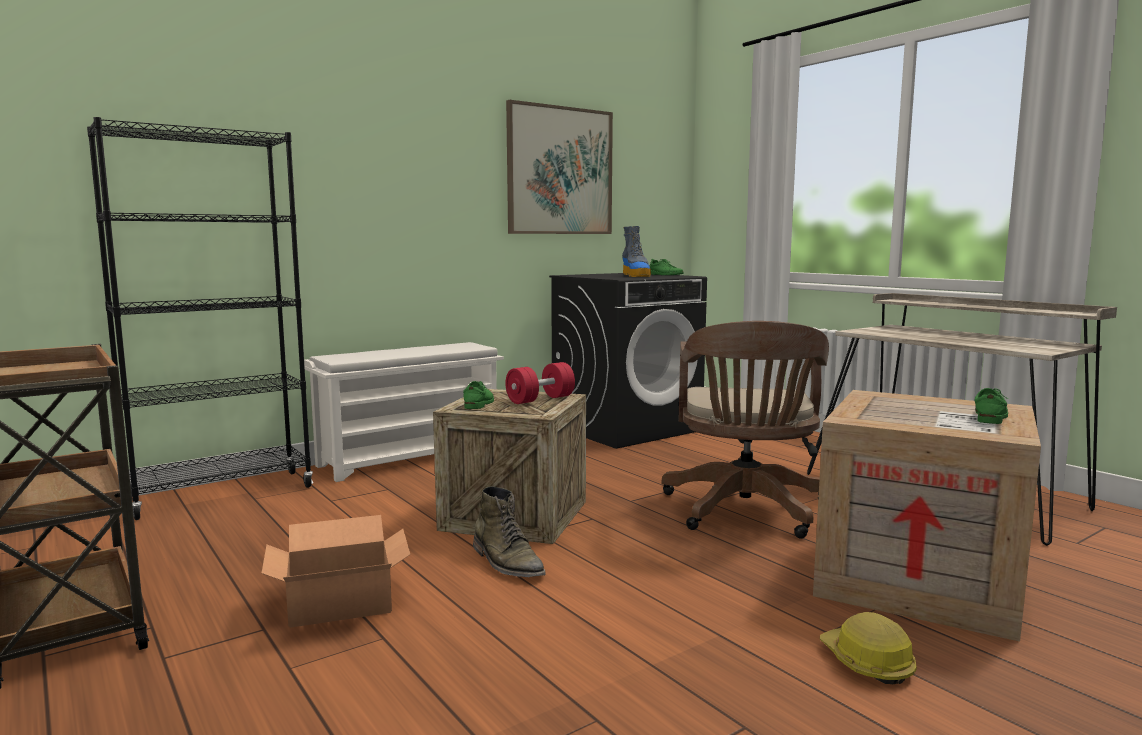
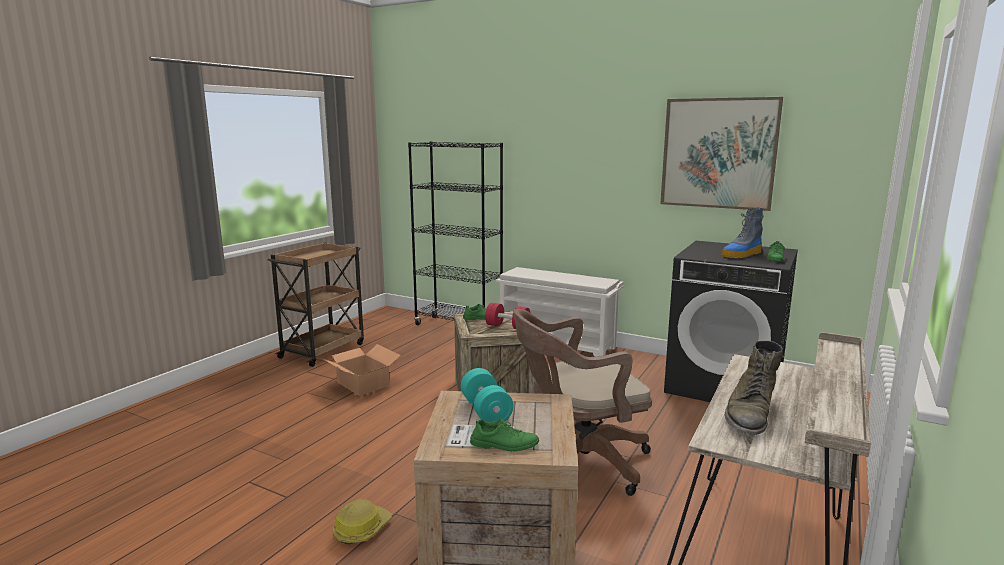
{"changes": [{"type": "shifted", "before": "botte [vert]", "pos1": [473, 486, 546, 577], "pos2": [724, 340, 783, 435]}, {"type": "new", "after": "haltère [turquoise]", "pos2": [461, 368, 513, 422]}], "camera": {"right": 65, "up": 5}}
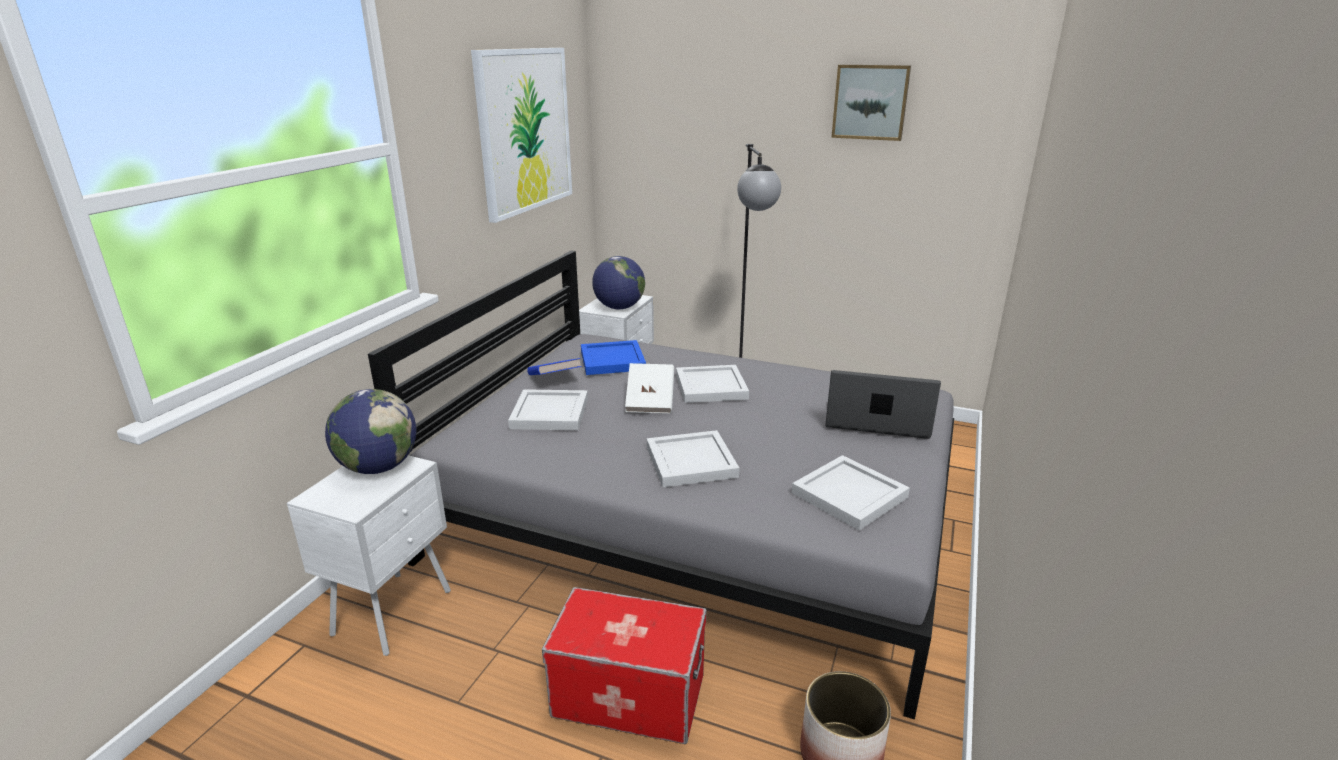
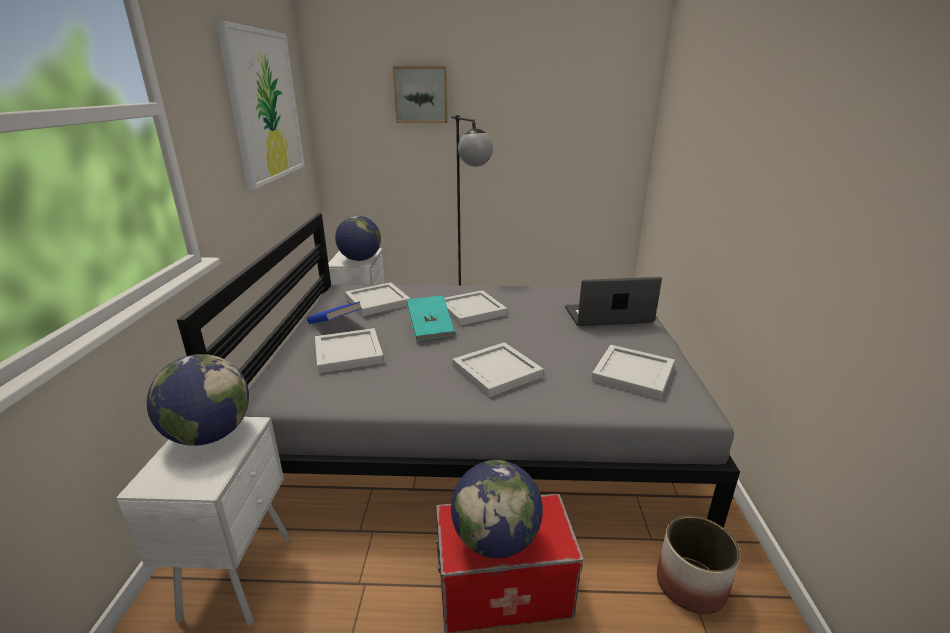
{"changes": [{"type": "shifted", "before": "tableau", "pos1": [831, 65, 911, 141], "pos2": [393, 66, 448, 123]}, {"type": "repainted", "before": "plateau [bleu]", "after": "plateau [blanc]", "pos1": [581, 340, 646, 375], "pos2": [345, 282, 411, 316]}, {"type": "repainted", "before": "livre [blanc]", "after": "livre [turquoise]", "pos1": [625, 363, 674, 414], "pos2": [406, 295, 455, 341]}, {"type": "new", "after": "globe", "pos2": [451, 460, 543, 558]}], "camera": {"right": -20, "up": 0}}
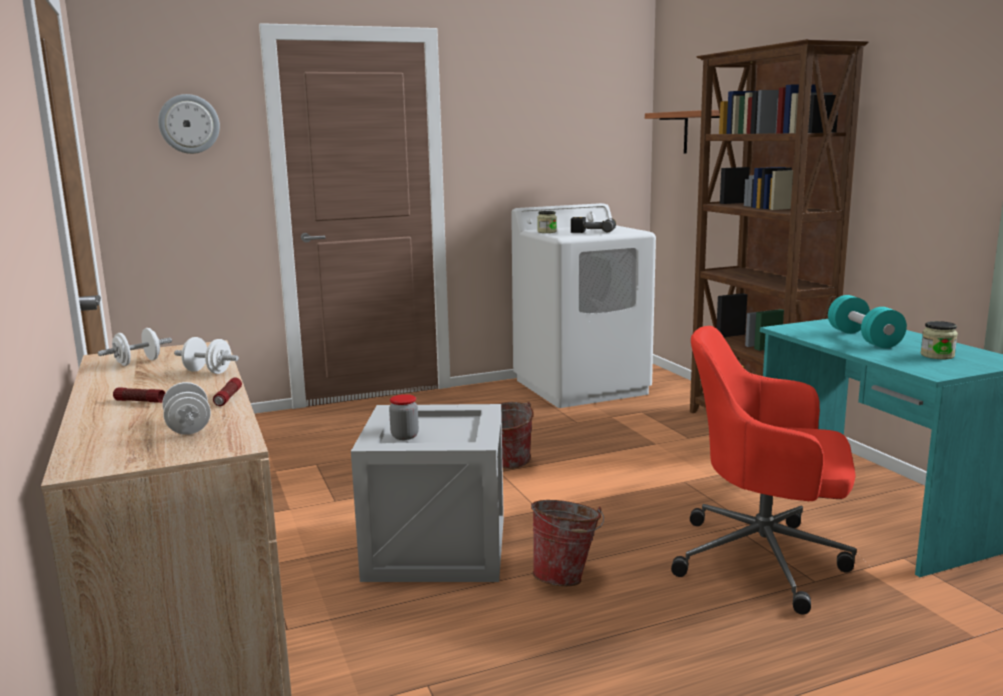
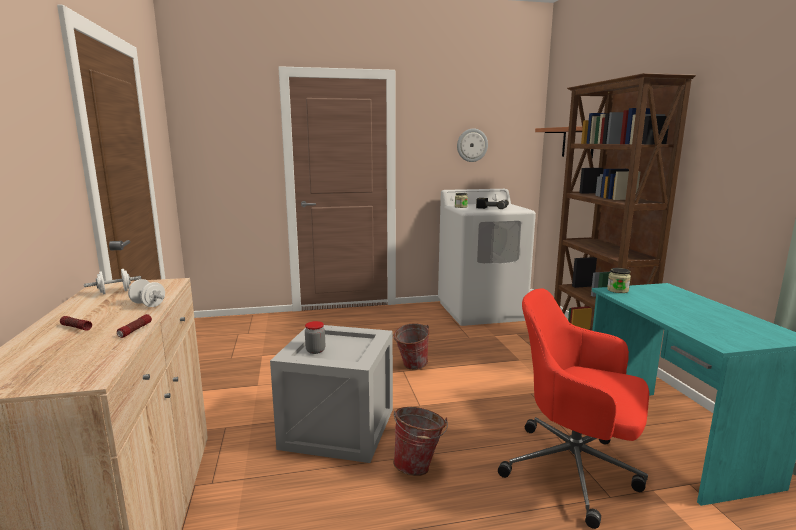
{"changes": [{"type": "shifted", "before": "horloge murale", "pos1": [158, 94, 220, 154], "pos2": [457, 128, 488, 162]}, {"type": "gone", "before": "haltère [turquoise]", "pos1": [828, 295, 907, 348]}, {"type": "shifted", "before": "bocal", "pos1": [920, 321, 958, 359], "pos2": [607, 268, 631, 293]}, {"type": "gone", "before": "haltère [blanc]", "pos1": [162, 382, 211, 435]}], "camera": {"right": 10, "up": 0}}
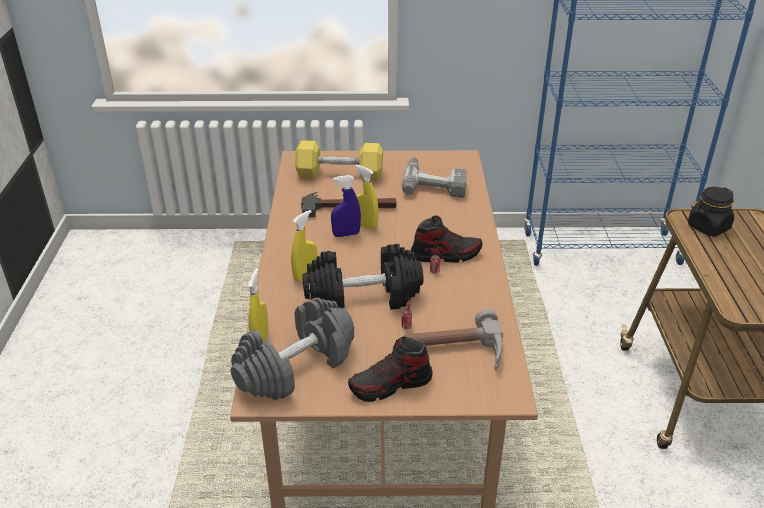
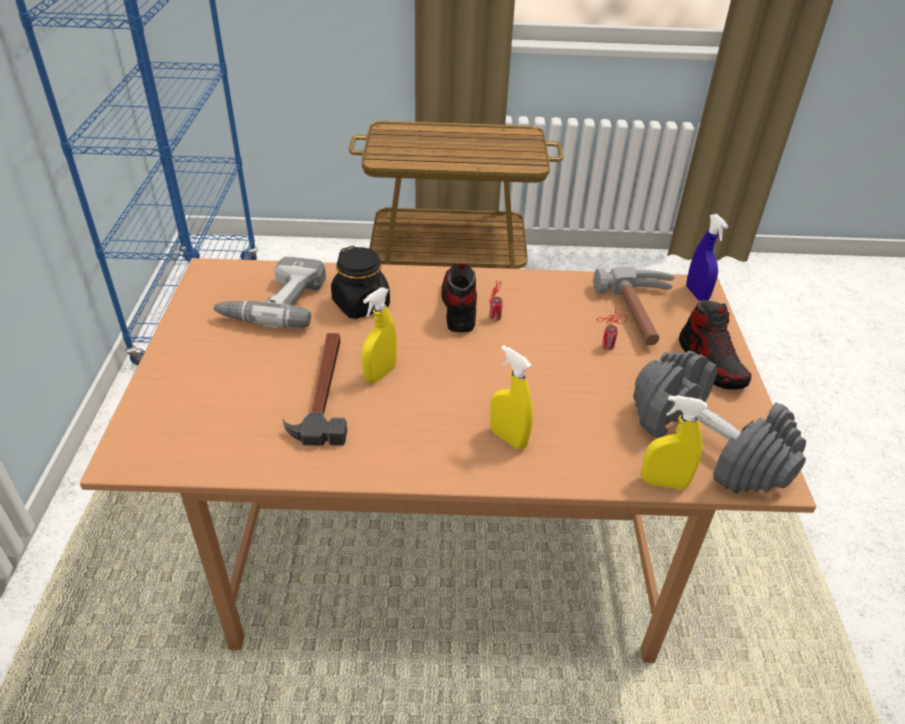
{"changes": [{"type": "gone", "before": "haltère [jaune]", "pos1": [295, 140, 383, 181]}, {"type": "shifted", "before": "vaporisateur [bleu]", "pos1": [331, 175, 361, 237], "pos2": [686, 214, 728, 301]}, {"type": "shifted", "before": "bocal [noir]", "pos1": [688, 187, 734, 237], "pos2": [331, 246, 390, 319]}, {"type": "gone", "before": "haltère [noir]", "pos1": [302, 244, 423, 310]}], "camera": {"right": -90, "up": 5}}
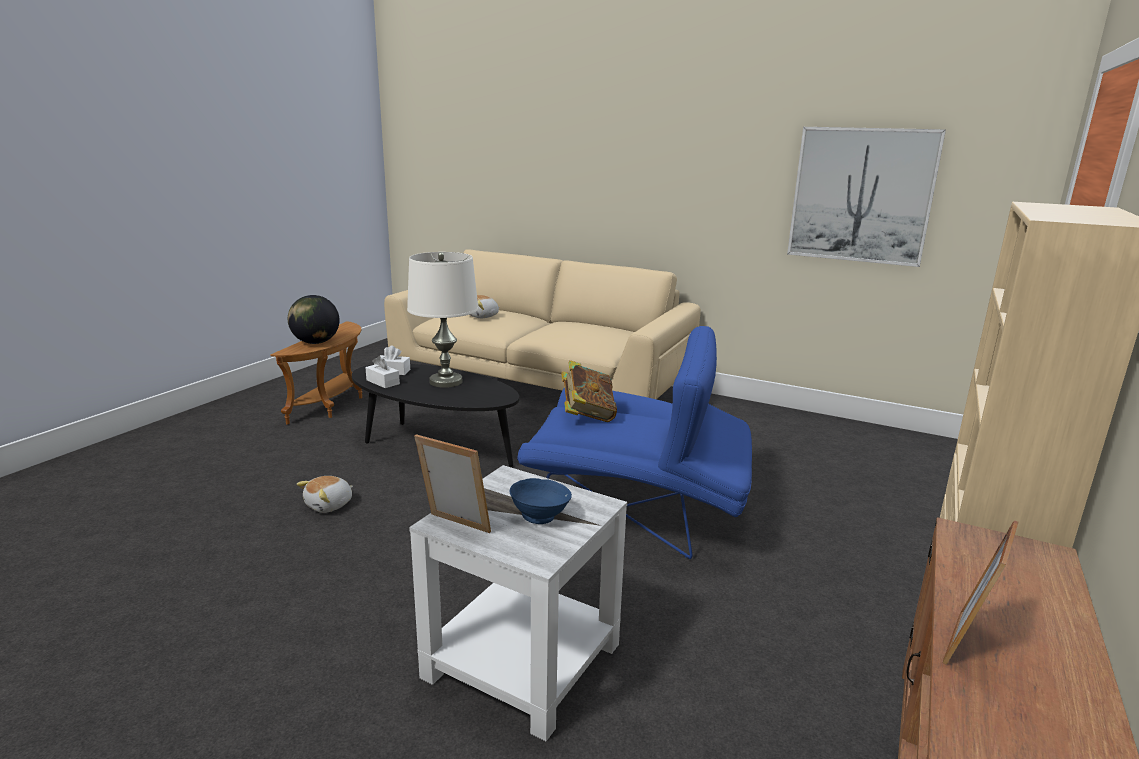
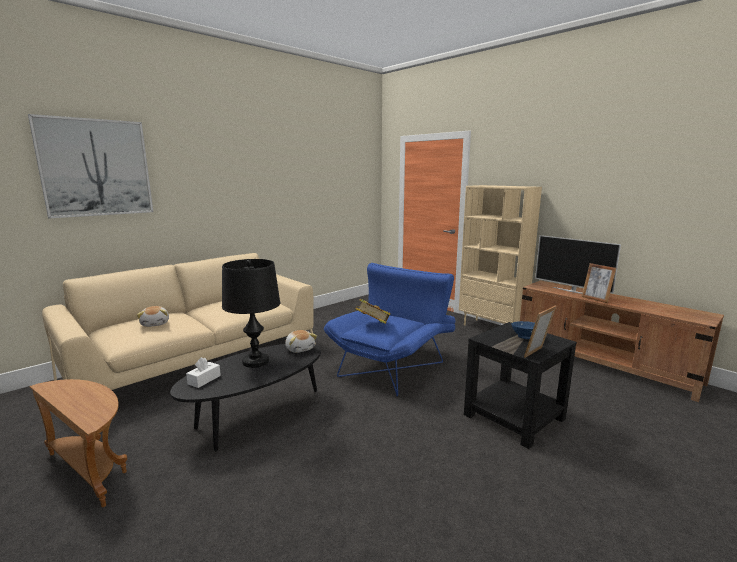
{"changes": [{"type": "shifted", "before": "tableau", "pos1": [787, 127, 946, 267], "pos2": [28, 114, 153, 218]}, {"type": "repainted", "before": "lampe de table [blanc]", "after": "lampe de table [noir]", "pos1": [407, 252, 479, 388], "pos2": [222, 259, 280, 368]}, {"type": "gone", "before": "globe", "pos1": [288, 295, 339, 344]}, {"type": "gone", "before": "boîte à mouchoirs [blanc]", "pos1": [365, 356, 400, 388]}, {"type": "repainted", "before": "table d'appoint [blanc]", "after": "table d'appoint [noir]", "pos1": [409, 465, 627, 741], "pos2": [464, 322, 577, 449]}, {"type": "shifted", "before": "peluche", "pos1": [297, 476, 353, 513], "pos2": [285, 330, 317, 353]}, {"type": "new", "after": "téléviseur", "pos2": [535, 235, 621, 294]}], "camera": {"right": -70, "up": -5}}
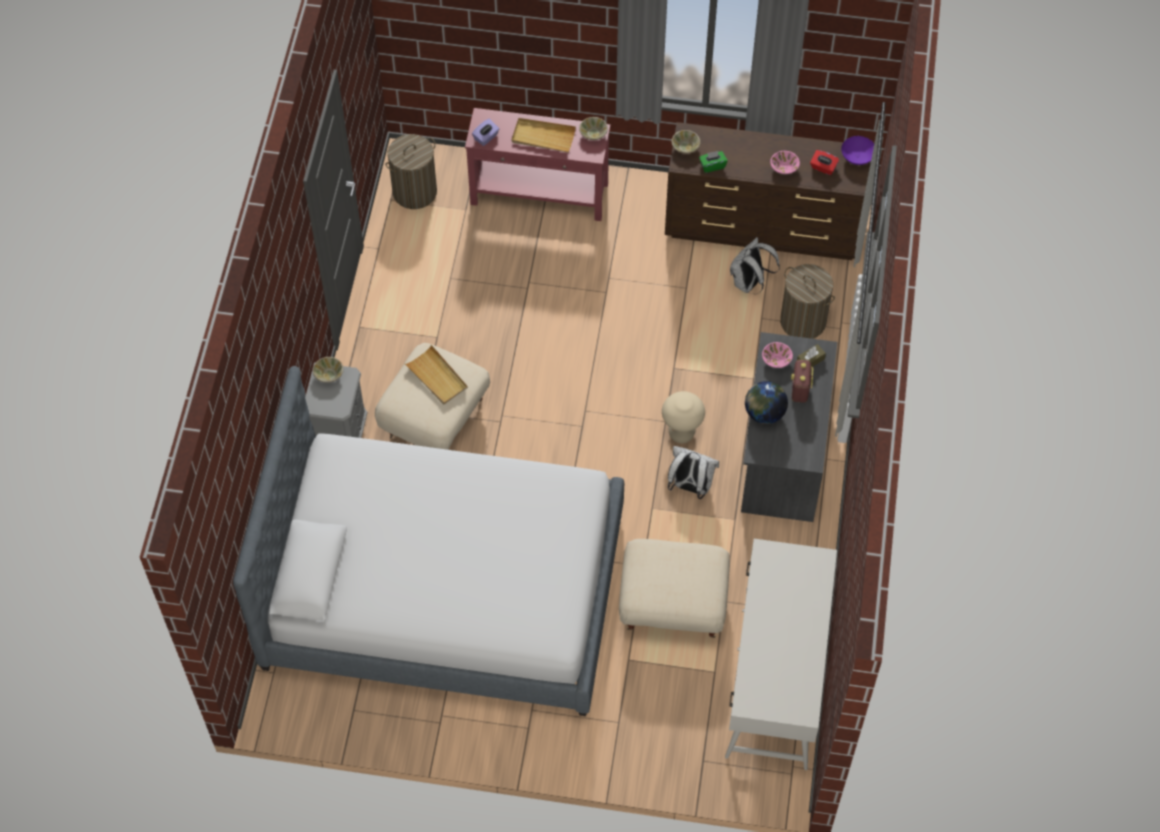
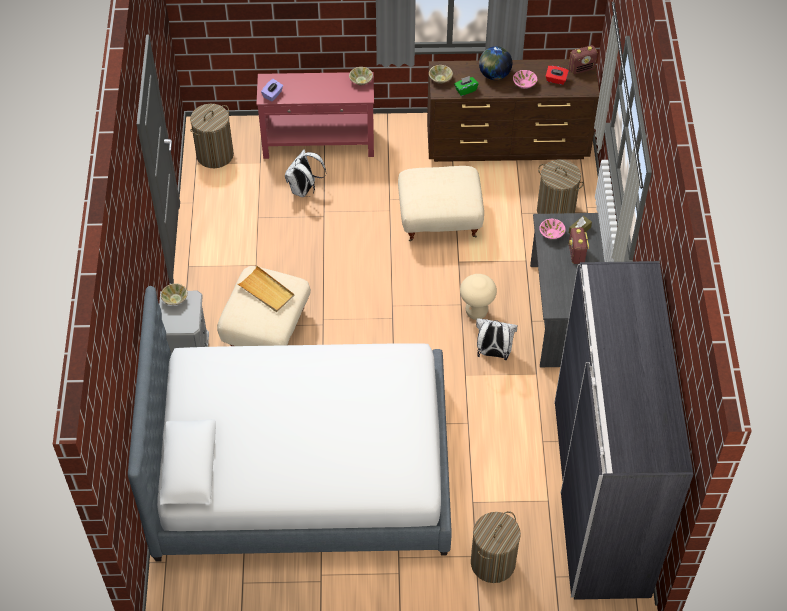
{"changes": [{"type": "gone", "before": "plateau [beige]", "pos1": [511, 118, 576, 153]}, {"type": "swapped", "before": "bol [violet]", "after": "radio", "pos1": [841, 136, 874, 165], "pos2": [569, 45, 598, 74]}, {"type": "shifted", "before": "sac à dos [blanc]", "pos1": [730, 237, 780, 294], "pos2": [285, 150, 326, 197]}, {"type": "shifted", "before": "globe", "pos1": [745, 381, 788, 424], "pos2": [479, 46, 512, 80]}, {"type": "shifted", "before": "pouf [beige]", "pos1": [619, 539, 730, 638], "pos2": [398, 166, 484, 241]}, {"type": "swapped", "before": "bureau [blanc]", "after": "armoire [gris]", "pos1": [725, 539, 837, 770], "pos2": [554, 261, 694, 600]}, {"type": "new", "after": "panier à linge", "pos2": [471, 511, 521, 583]}], "camera": {"right": -10, "up": -5}}
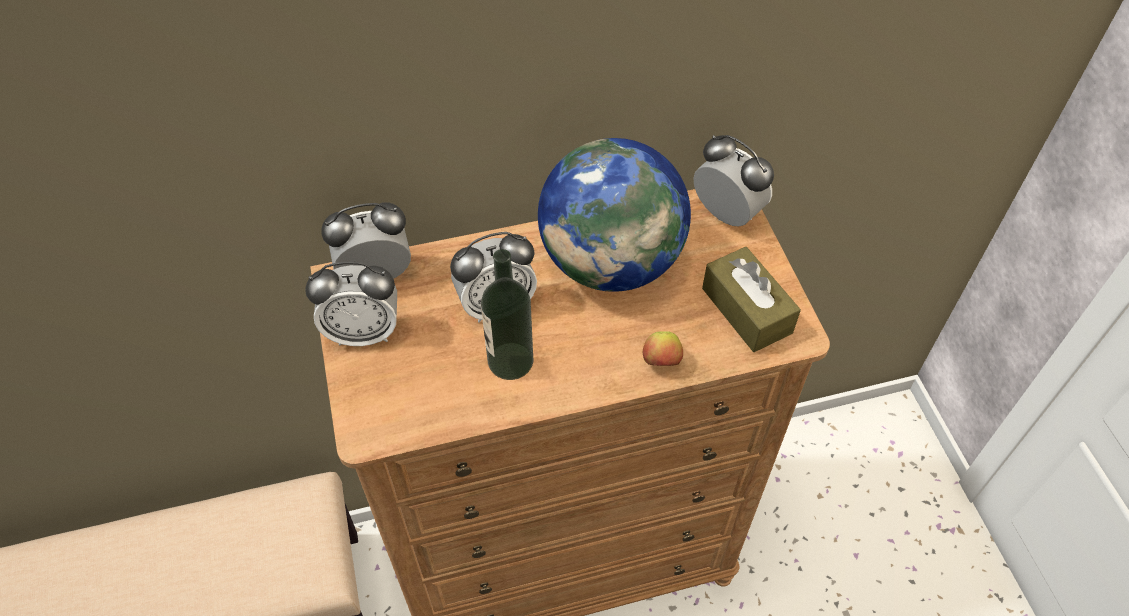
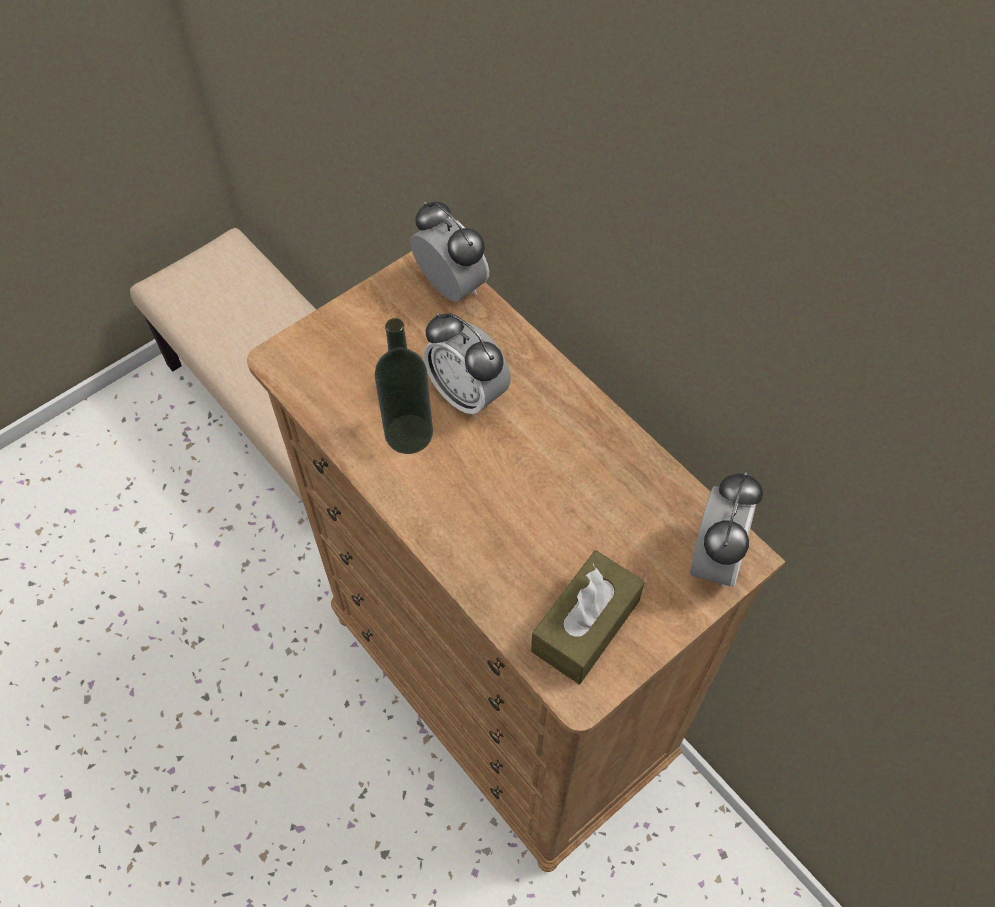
{"changes": [{"type": "gone", "before": "globe", "pos1": [538, 138, 691, 292]}, {"type": "gone", "before": "réveil", "pos1": [305, 262, 397, 346]}, {"type": "gone", "before": "pomme", "pos1": [643, 331, 683, 366]}], "camera": {"right": 65, "up": 5}}
